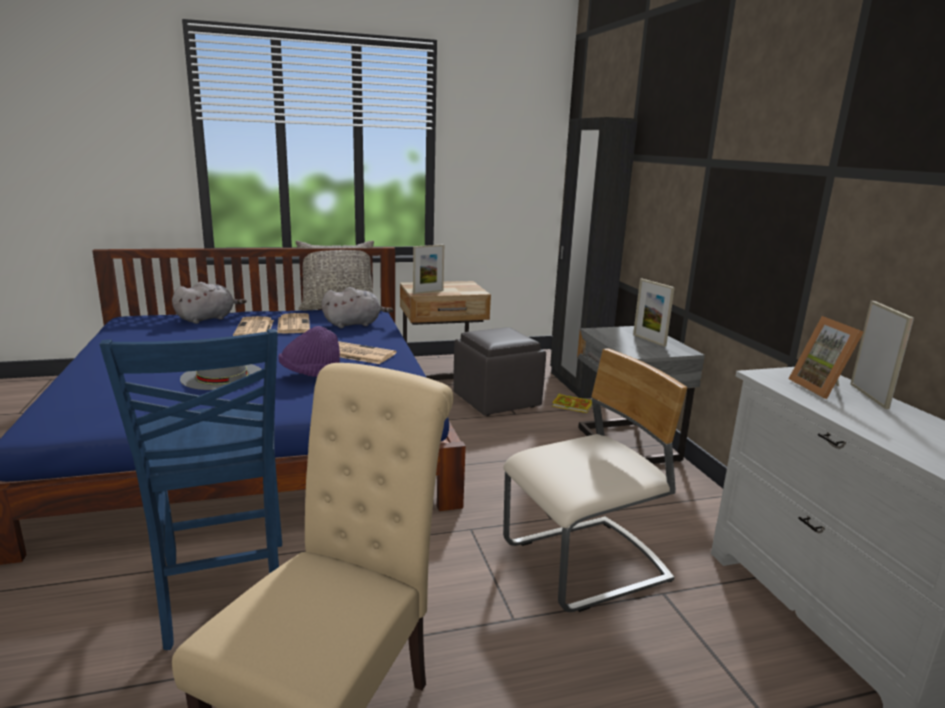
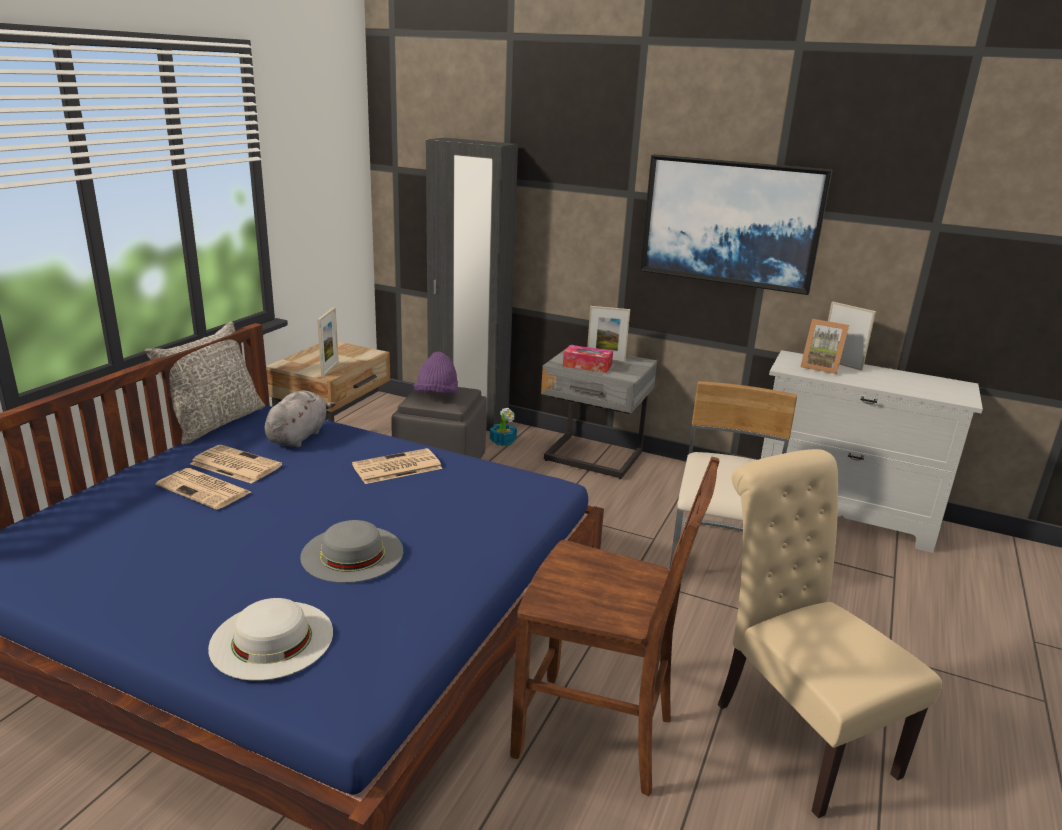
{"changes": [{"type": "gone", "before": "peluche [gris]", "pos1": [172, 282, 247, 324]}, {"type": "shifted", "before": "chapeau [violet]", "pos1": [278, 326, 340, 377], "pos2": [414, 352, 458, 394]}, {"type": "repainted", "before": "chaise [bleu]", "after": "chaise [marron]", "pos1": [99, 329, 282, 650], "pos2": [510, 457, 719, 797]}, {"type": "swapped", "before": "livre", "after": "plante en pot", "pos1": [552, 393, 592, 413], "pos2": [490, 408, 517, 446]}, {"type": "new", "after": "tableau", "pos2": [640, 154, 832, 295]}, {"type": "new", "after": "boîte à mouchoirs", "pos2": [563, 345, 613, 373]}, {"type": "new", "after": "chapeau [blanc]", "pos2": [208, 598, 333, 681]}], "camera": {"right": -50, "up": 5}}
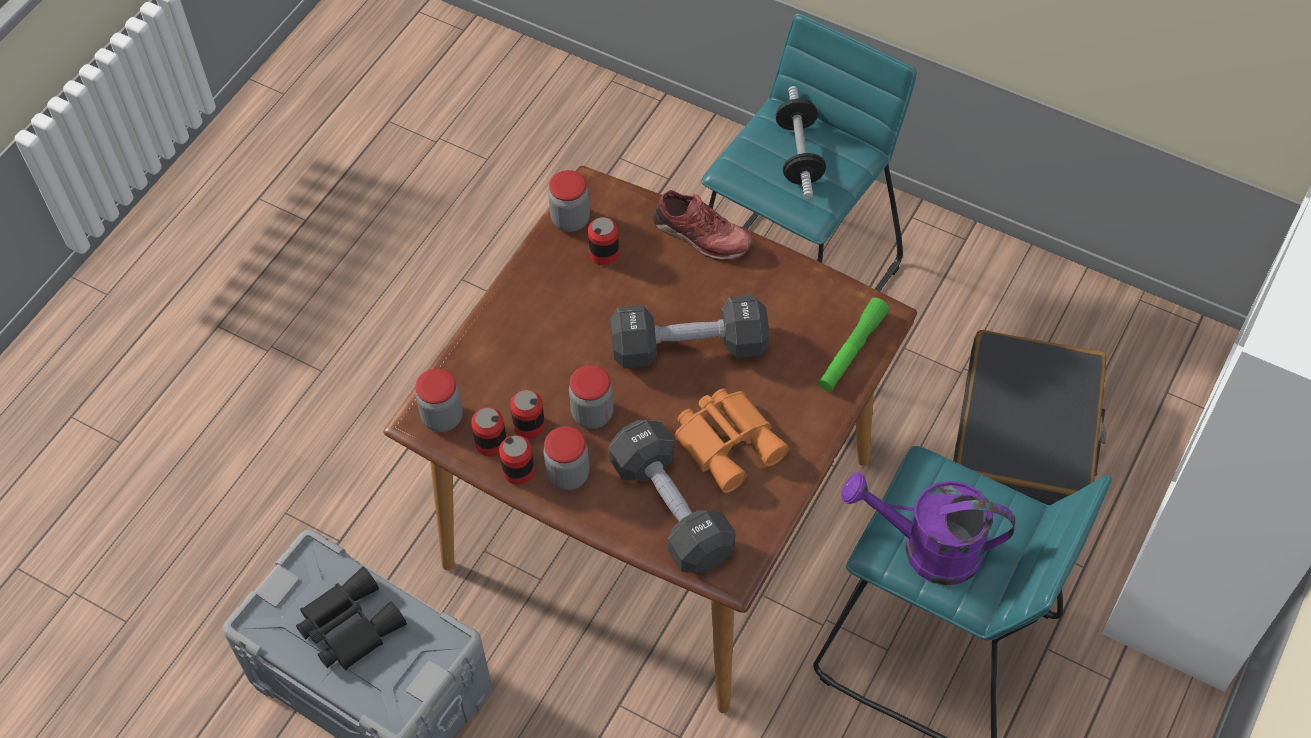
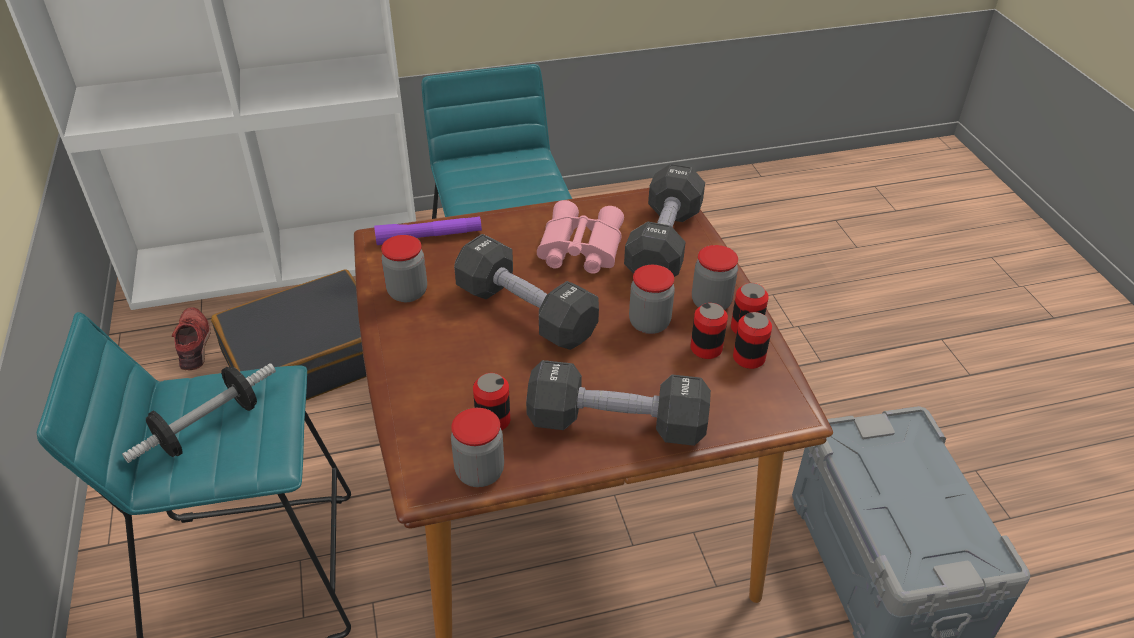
{"changes": [{"type": "shifted", "before": "chaussure [rouge]", "pos1": [652, 190, 753, 261], "pos2": [172, 307, 211, 370]}, {"type": "repainted", "before": "lampe de poche [vert]", "after": "lampe de poche [violet]", "pos1": [818, 298, 889, 391], "pos2": [374, 216, 482, 245]}, {"type": "shifted", "before": "bocal", "pos1": [415, 369, 463, 432], "pos2": [381, 235, 427, 302]}, {"type": "repainted", "before": "jumelles [orange]", "after": "jumelles [rose]", "pos1": [674, 388, 789, 493], "pos2": [537, 200, 624, 274]}, {"type": "gone", "before": "arrosoir [violet]", "pos1": [842, 472, 1016, 585]}, {"type": "gone", "before": "jumelles [noir]", "pos1": [296, 567, 407, 671]}, {"type": "new", "after": "haltère [noir]", "pos2": [526, 360, 711, 446]}], "camera": {"right": -135, "up": -15}}
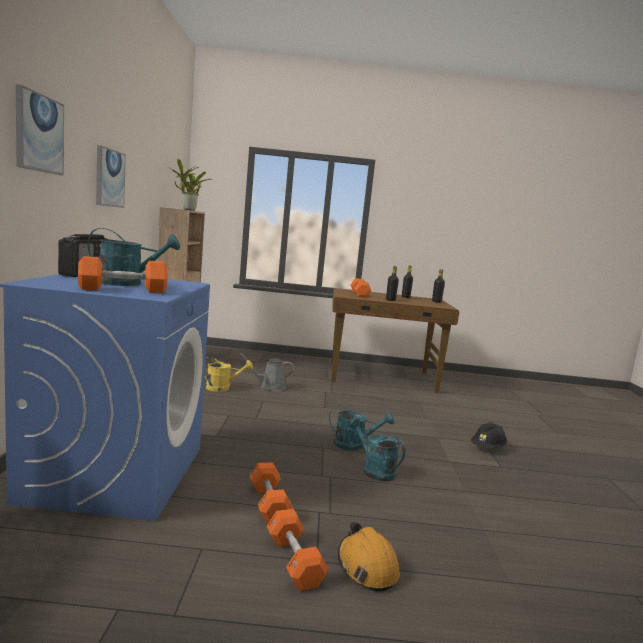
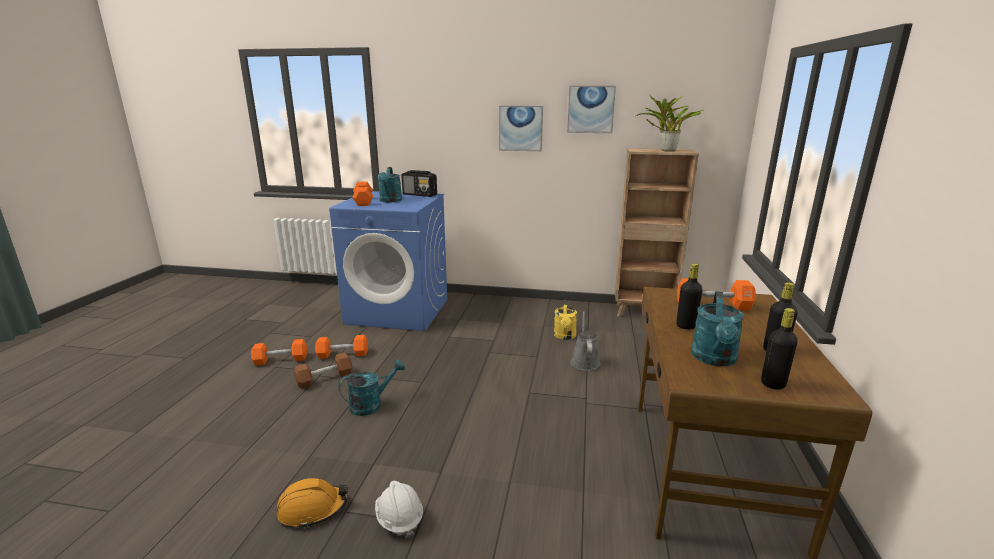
{"changes": [{"type": "shifted", "before": "tableau", "pos1": [16, 84, 64, 176], "pos2": [567, 86, 616, 133]}, {"type": "shifted", "before": "arrosoir [turquoise]", "pos1": [329, 405, 394, 450], "pos2": [691, 291, 744, 366]}, {"type": "repainted", "before": "casque de chantier [noir]", "after": "casque de chantier [blanc]", "pos1": [471, 422, 507, 449], "pos2": [375, 481, 423, 539]}, {"type": "shifted", "before": "casque de chantier [orange]", "pos1": [338, 522, 400, 591], "pos2": [277, 478, 348, 529]}, {"type": "new", "after": "haltère [marron]", "pos2": [294, 352, 352, 389]}], "camera": {"right": 100, "up": 10}}
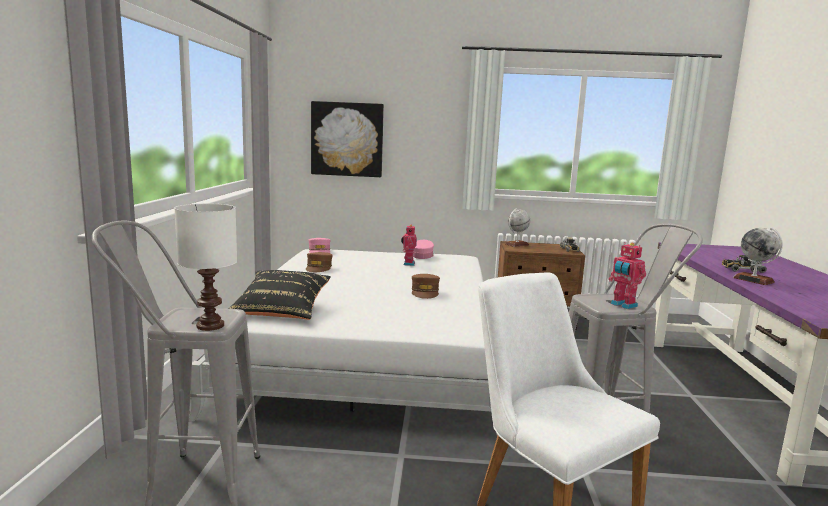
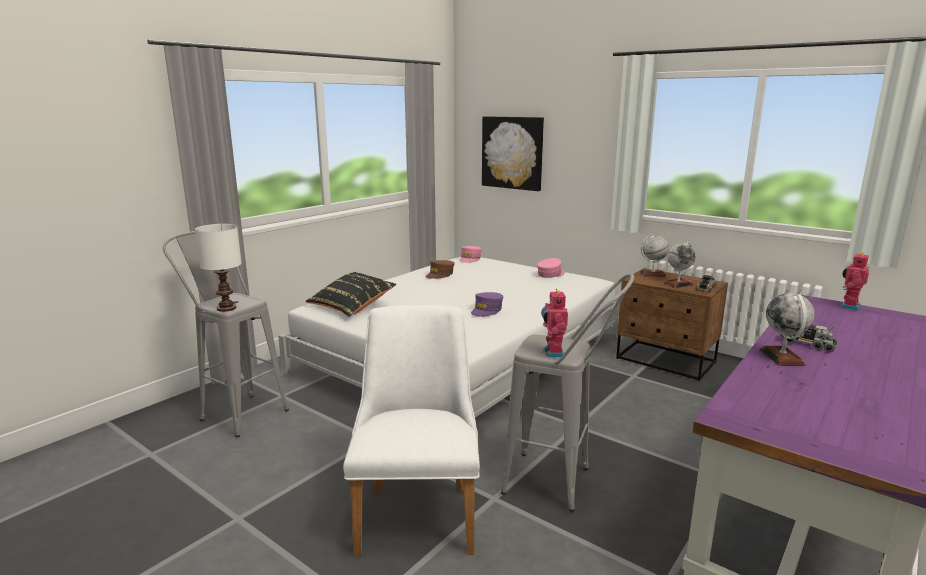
{"changes": [{"type": "shifted", "before": "robot jouet", "pos1": [401, 225, 417, 266], "pos2": [841, 252, 869, 311]}, {"type": "repainted", "before": "casquette [marron]", "after": "casquette [violet]", "pos1": [412, 274, 440, 299], "pos2": [471, 292, 503, 316]}, {"type": "new", "after": "globe", "pos2": [663, 242, 695, 288]}], "camera": {"right": 35, "up": 5}}
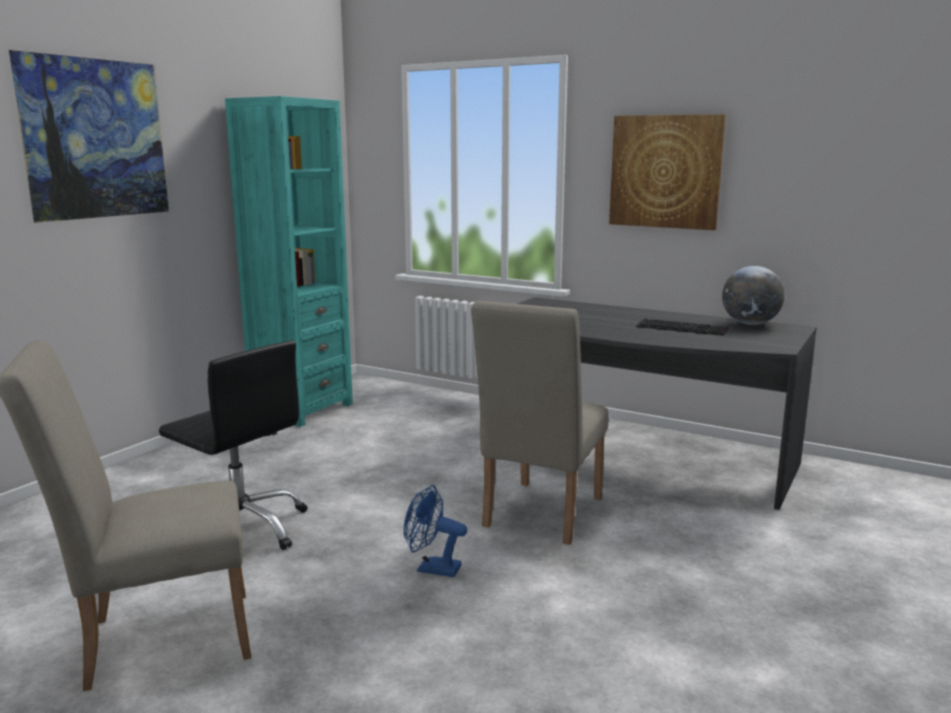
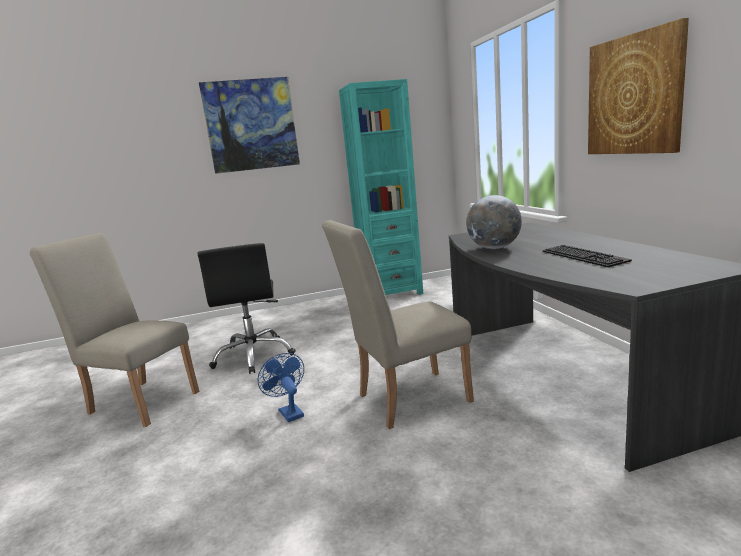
{"changes": [{"type": "shifted", "before": "globe", "pos1": [722, 266, 785, 325], "pos2": [466, 195, 522, 249]}], "camera": {"right": 45, "up": 0}}
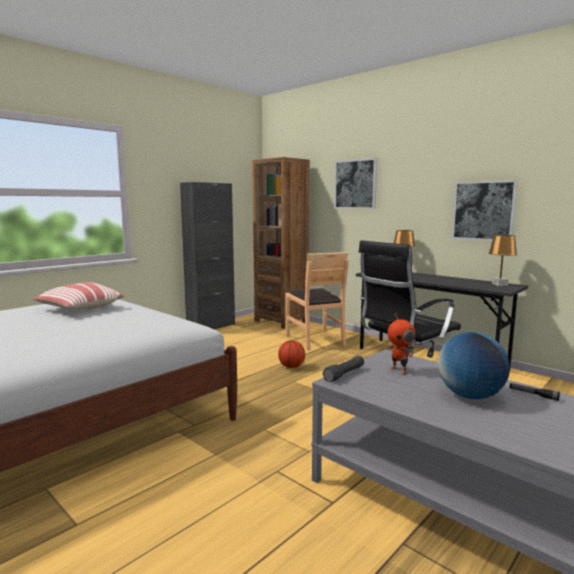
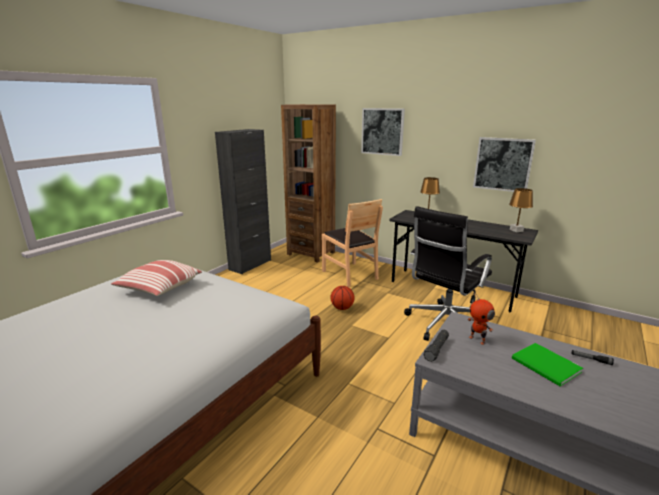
{"changes": [{"type": "swapped", "before": "globe", "after": "livre [vert]", "pos1": [438, 332, 510, 399], "pos2": [512, 343, 583, 387]}], "camera": {"right": -10, "up": 10}}
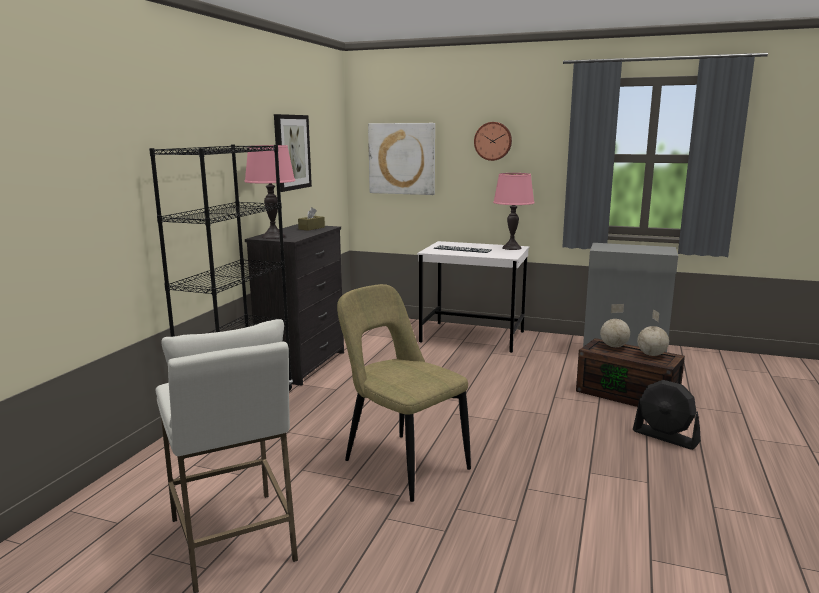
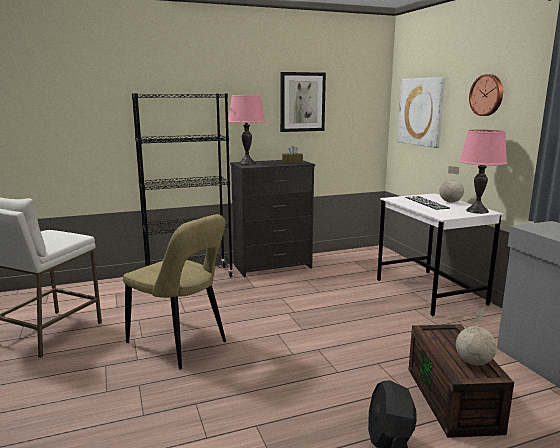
{"changes": [{"type": "rotated", "before": "chaise [beige]", "pos1": [337, 284, 471, 502], "pos2": [123, 214, 226, 370], "turn": 120}, {"type": "shifted", "before": "globe", "pos1": [600, 304, 630, 347], "pos2": [439, 166, 464, 203]}], "camera": {"right": 50, "up": 0}}
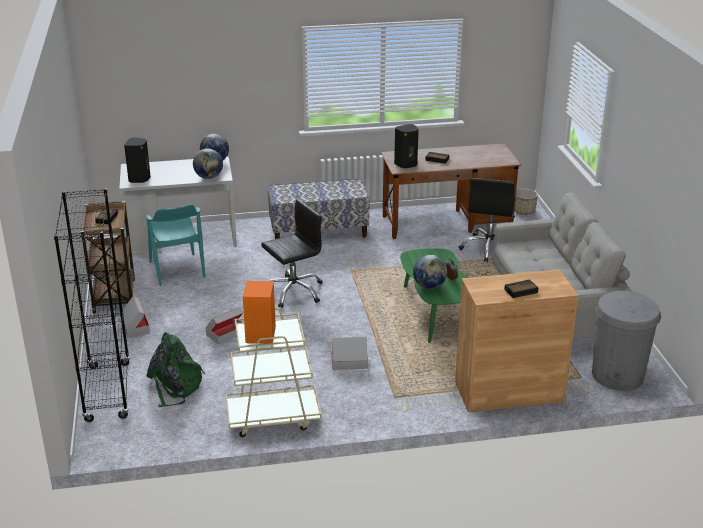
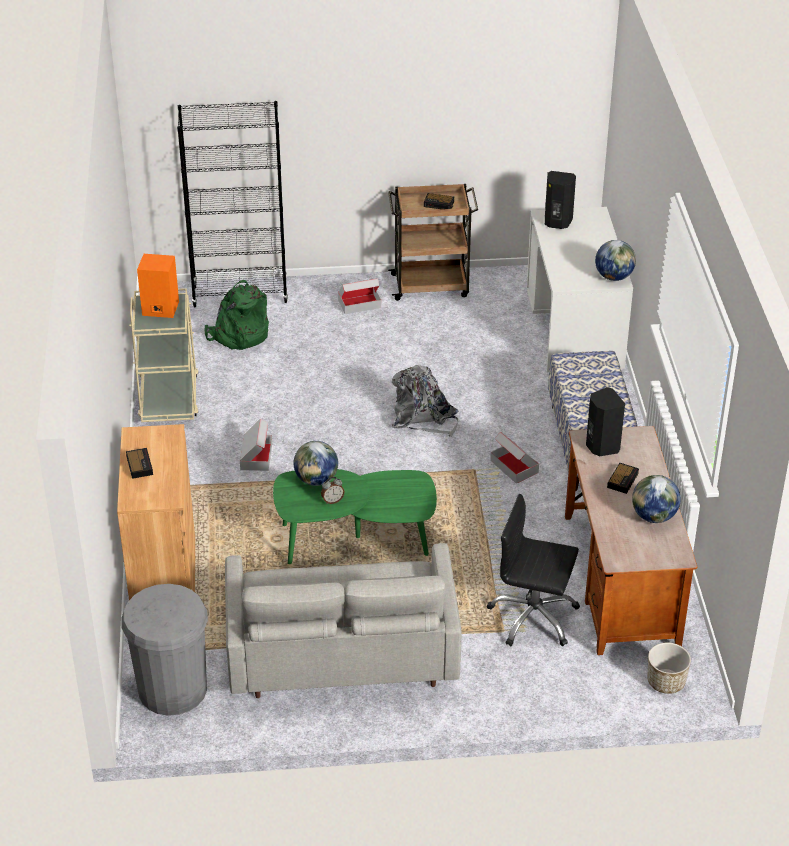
{"changes": [{"type": "shifted", "before": "globe", "pos1": [193, 148, 223, 179], "pos2": [632, 475, 681, 523]}, {"type": "swapped", "before": "chaise de bureau [noir]", "after": "sac à dos [gris]", "pos1": [261, 199, 323, 308], "pos2": [392, 365, 458, 437]}, {"type": "gone", "before": "chaise [turquoise]", "pos1": [146, 205, 205, 286]}, {"type": "shifted", "before": "carton", "pos1": [205, 307, 243, 345], "pos2": [490, 432, 539, 484]}], "camera": {"right": 95, "up": 10}}
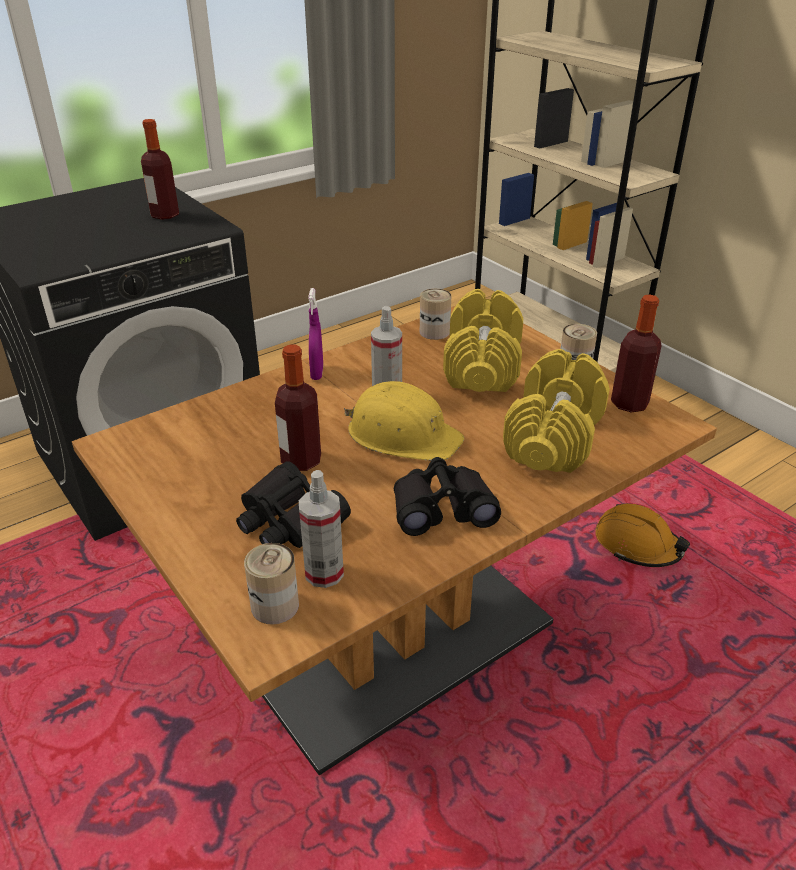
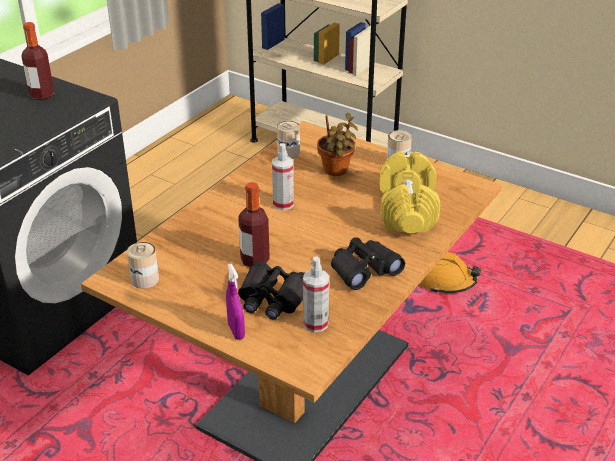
{"changes": [{"type": "shifted", "before": "vaporisateur [violet]", "pos1": [308, 288, 323, 380], "pos2": [226, 264, 245, 340]}, {"type": "swapped", "before": "haltère [jaune]", "after": "plante en pot", "pos1": [443, 289, 523, 392], "pos2": [317, 113, 358, 176]}, {"type": "gone", "before": "bouteille", "pos1": [611, 294, 662, 413]}, {"type": "gone", "before": "casque de chantier [jaune]", "pos1": [344, 381, 464, 461]}, {"type": "shifted", "before": "boîte métallique", "pos1": [244, 543, 299, 625], "pos2": [127, 242, 159, 289]}], "camera": {"right": -20, "up": 0}}
